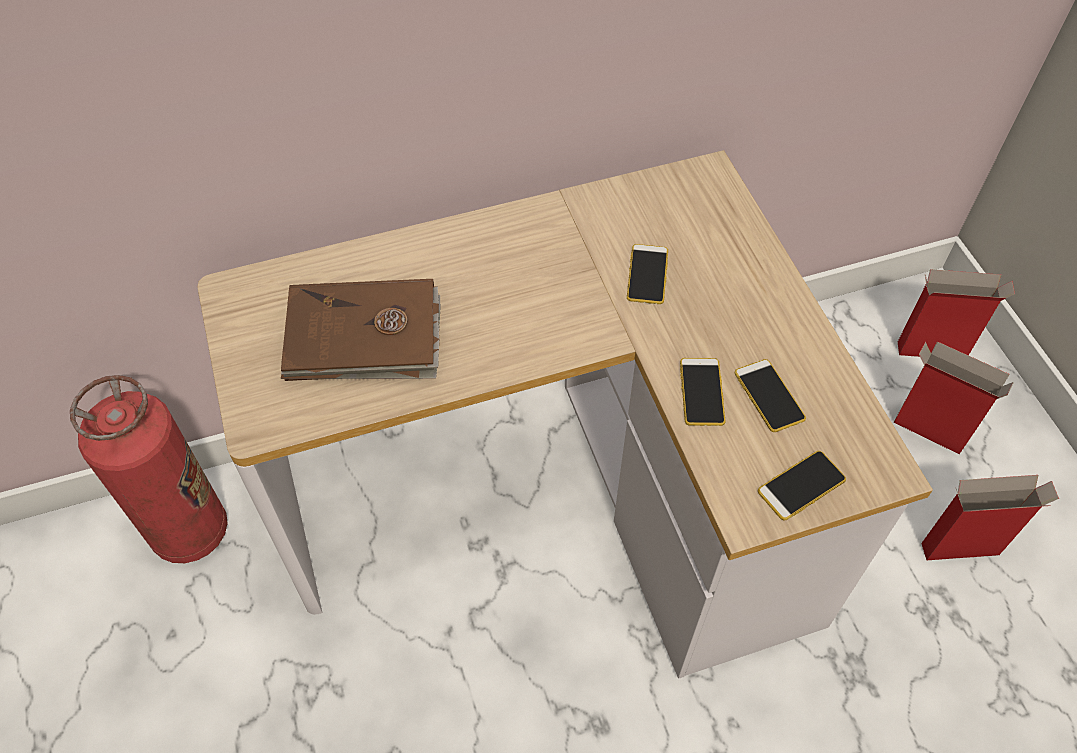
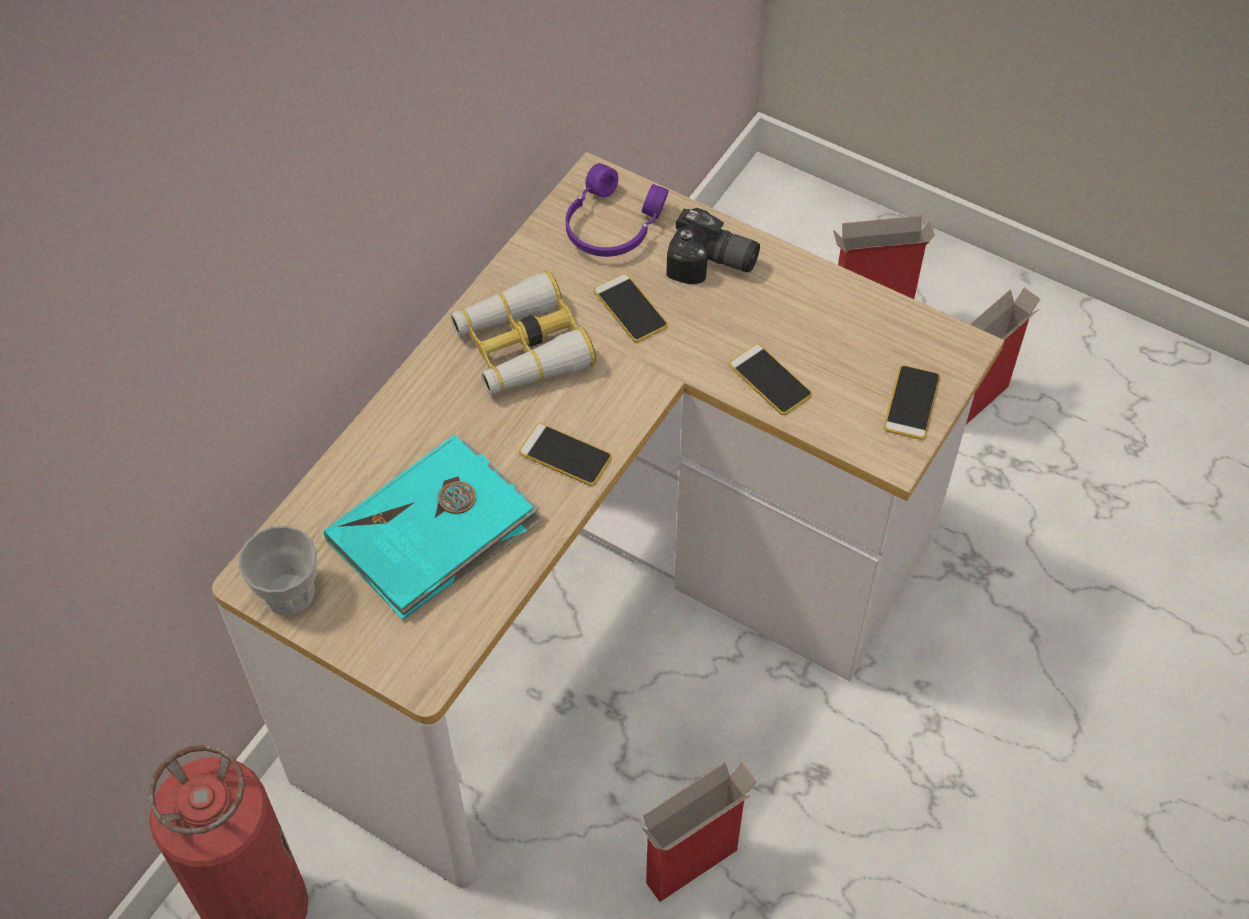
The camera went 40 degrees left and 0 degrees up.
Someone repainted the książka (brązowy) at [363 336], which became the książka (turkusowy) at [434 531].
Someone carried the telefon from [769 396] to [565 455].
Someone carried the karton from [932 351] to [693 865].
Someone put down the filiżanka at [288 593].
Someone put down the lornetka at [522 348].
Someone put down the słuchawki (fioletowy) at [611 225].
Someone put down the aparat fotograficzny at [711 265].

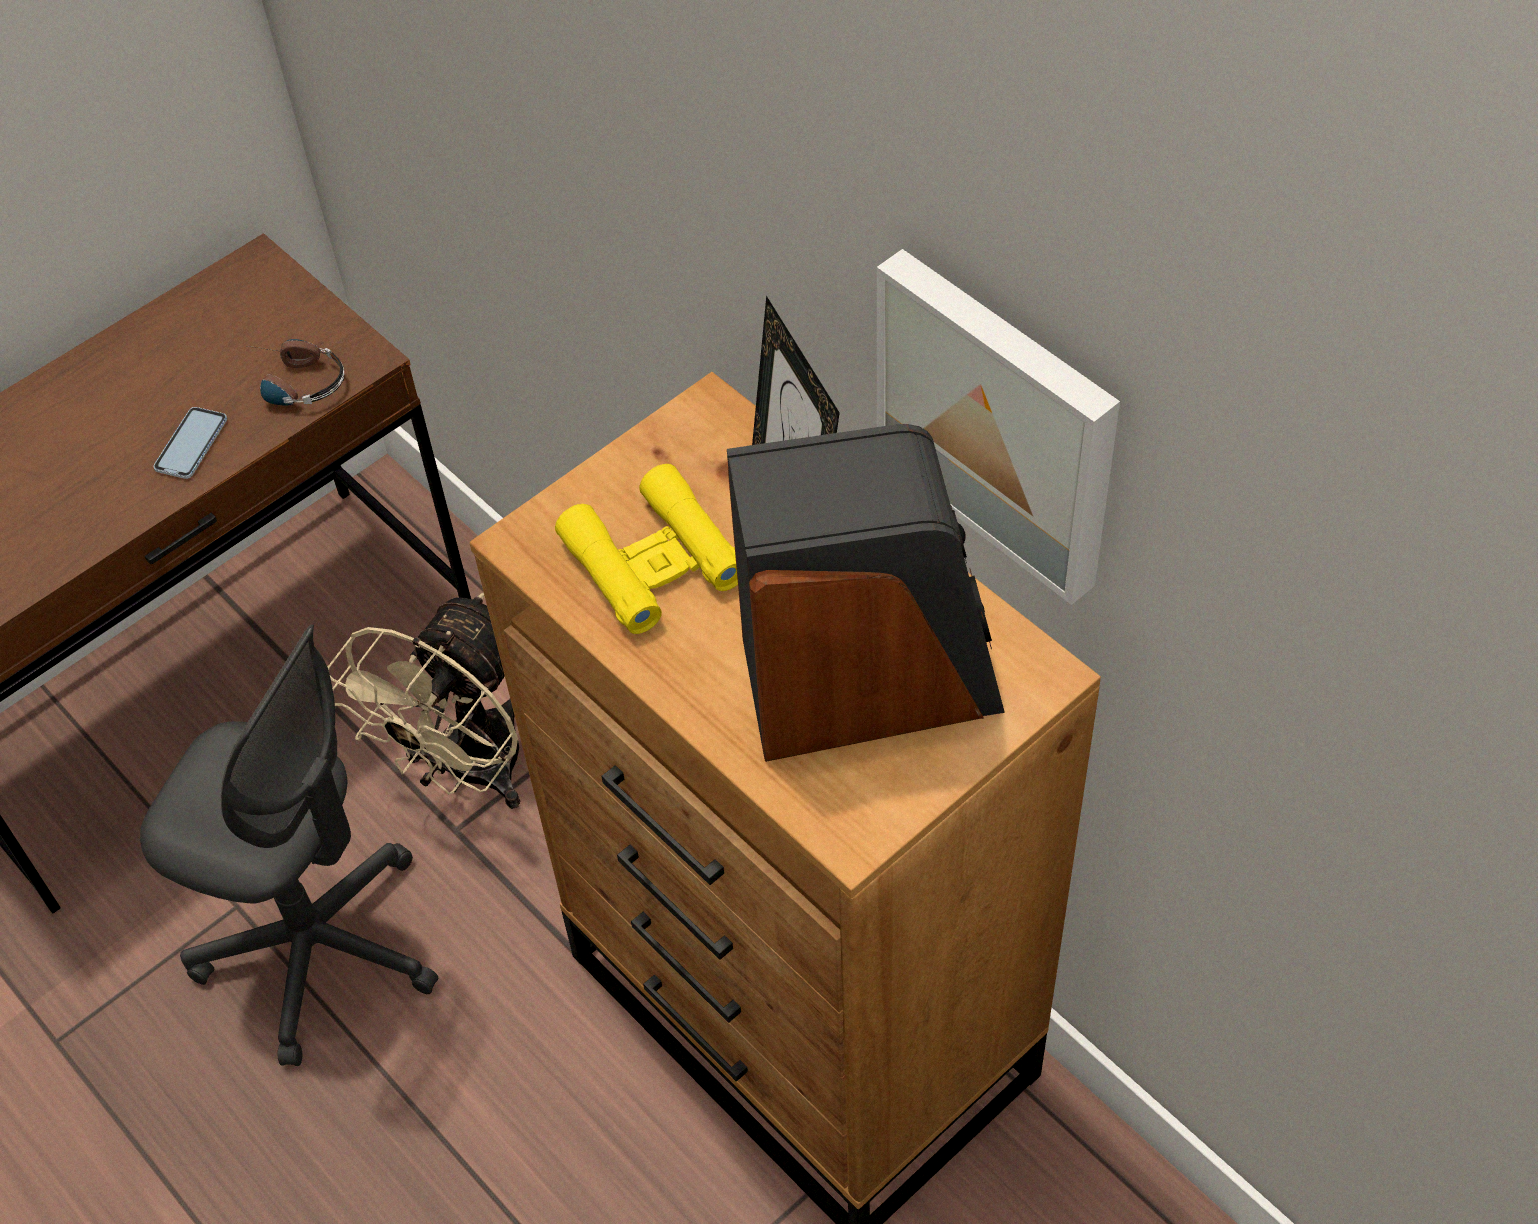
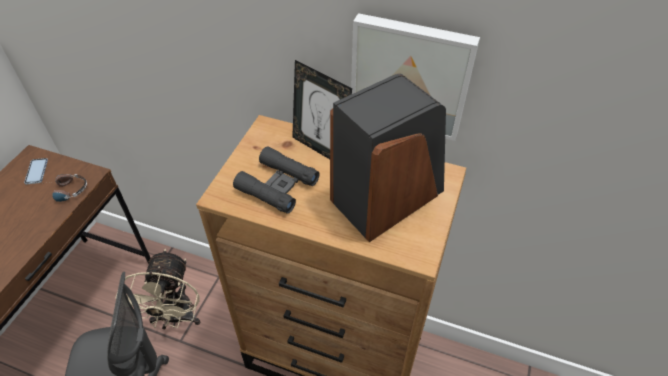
The camera went 30 degrees left and 5 degrees down.
Someone carried the telefon from [191 444] to [36 171].
Someone repainted the lornetka (żółty) at [653 561], which became the lornetka (czarny) at [277 185].

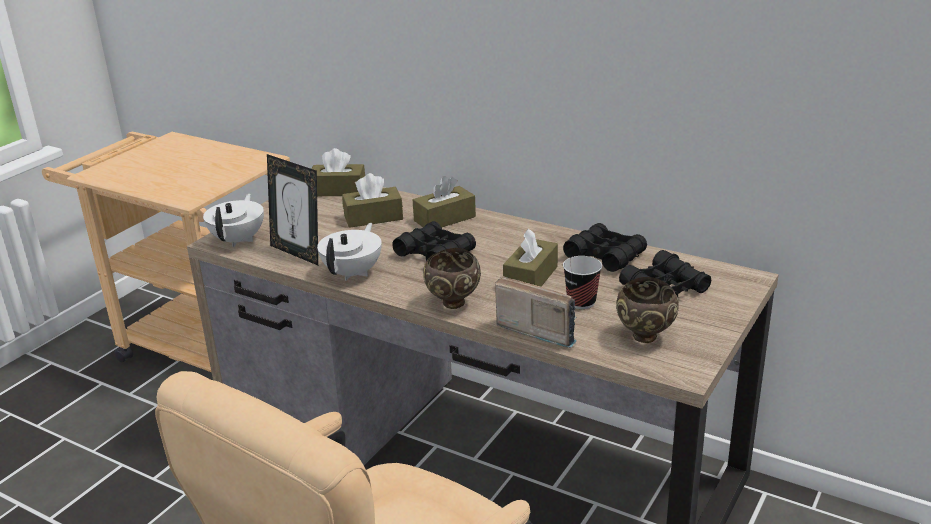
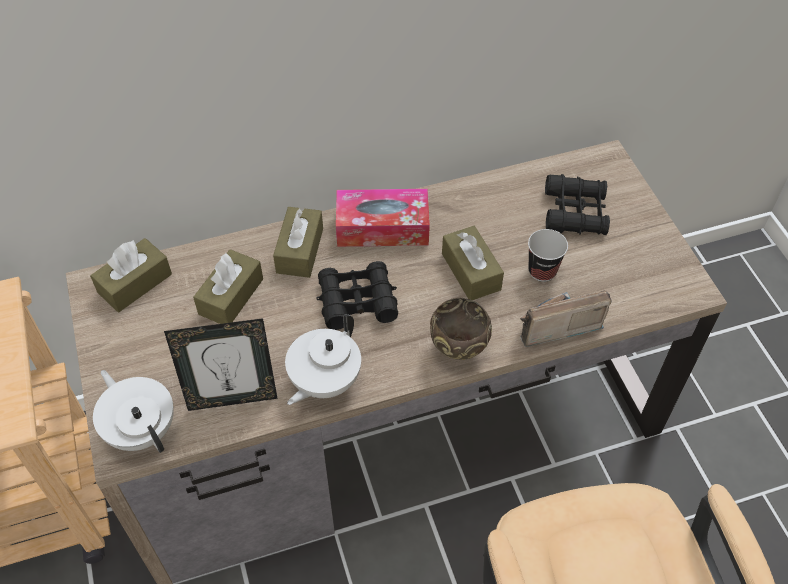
The camera went 50 degrees left and 25 degrees up.
Someone rotated the imbryk (biały) at [353 273] by 120 degrees counterclockwise.
Someone took away the lornetka (czarny) at [605 256].
Someone took away the miska (brązowy) at [645 338].
Someone put down the pudełko chusteczek at [382 227].

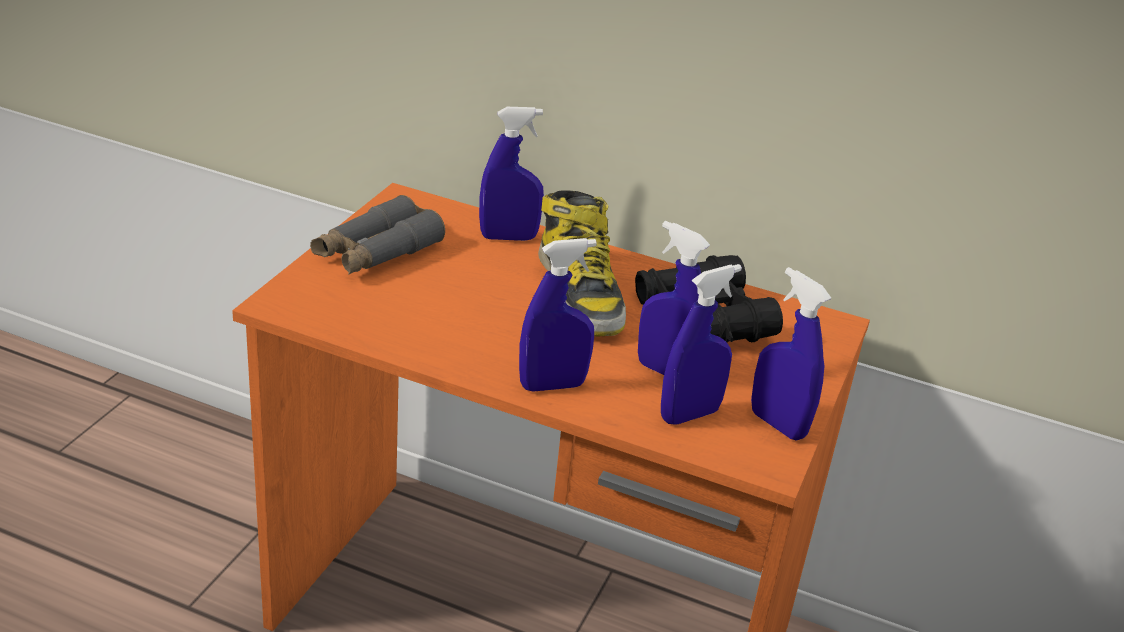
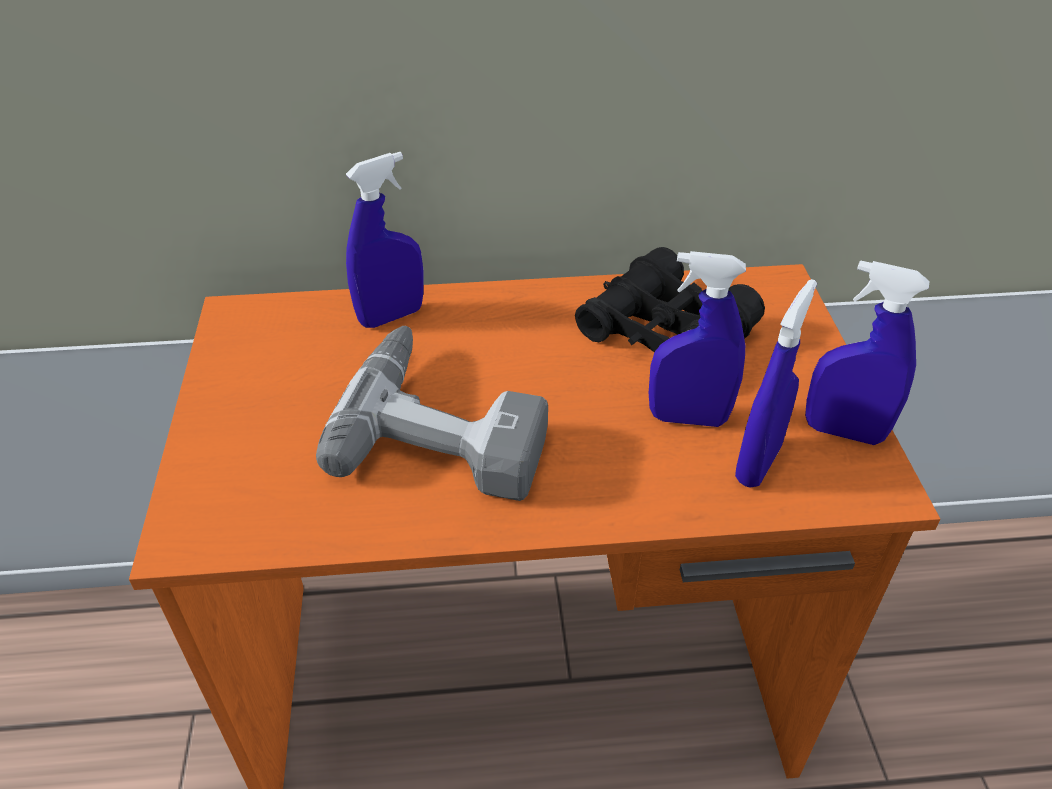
The camera went 25 degrees left and 10 degrees up.
Someone took away the lornetka (szary) at [376 252].
Someone took away the spryskiwacz (niebieski) at [552 385].
Someone took away the but z cholewką at [581 293].
Someone put down the wiertarka at [447 424].

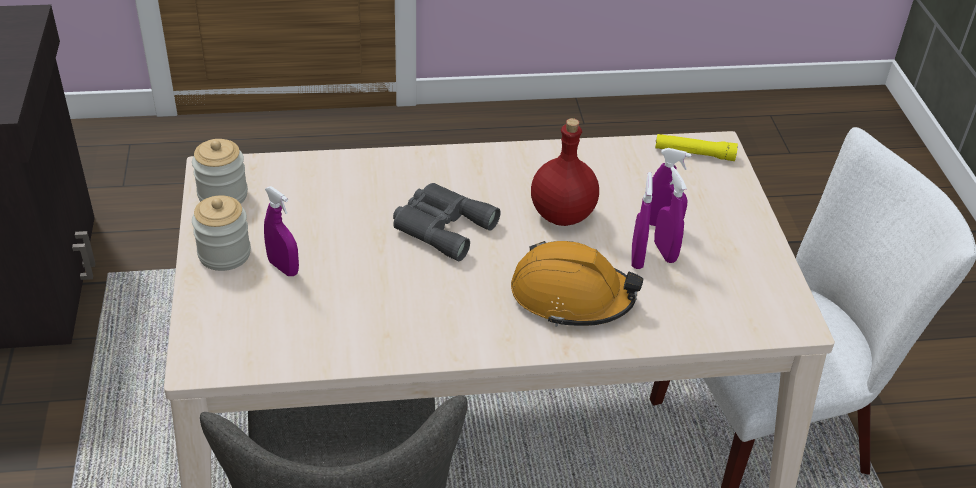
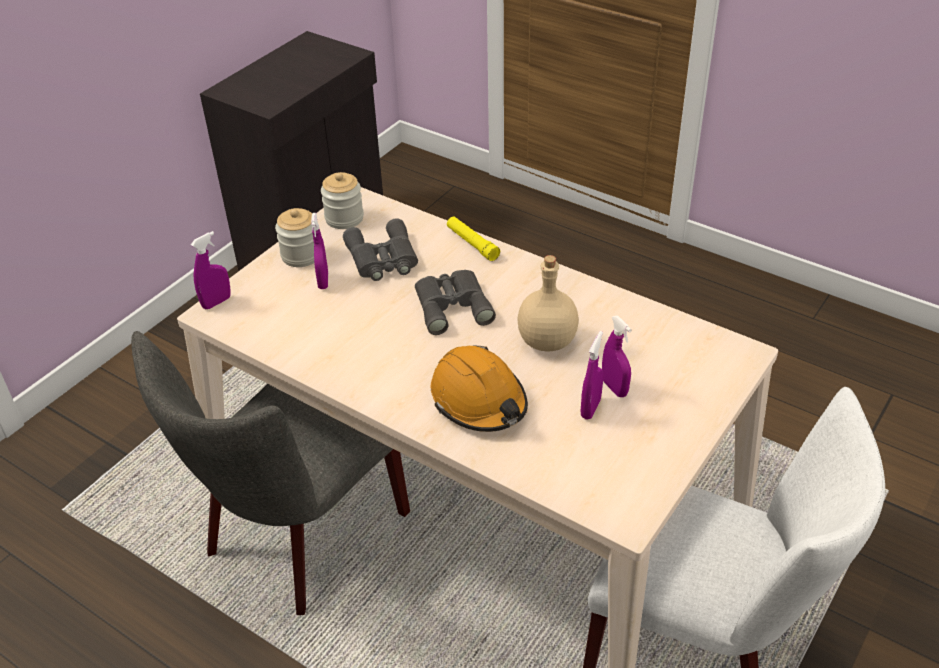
The camera went 45 degrees right and 0 degrees up.
Someone repainted the butelka (czerwony) at [562 216], which became the butelka (beżowy) at [546 342].
Someone carried the spryskiwacz (fioletowy) from [637 258] to [216 302].
Someone carried the latarka (żółty) from [694 153] to [472 244].
Someone put down the lornetka (szary) at [382 259].

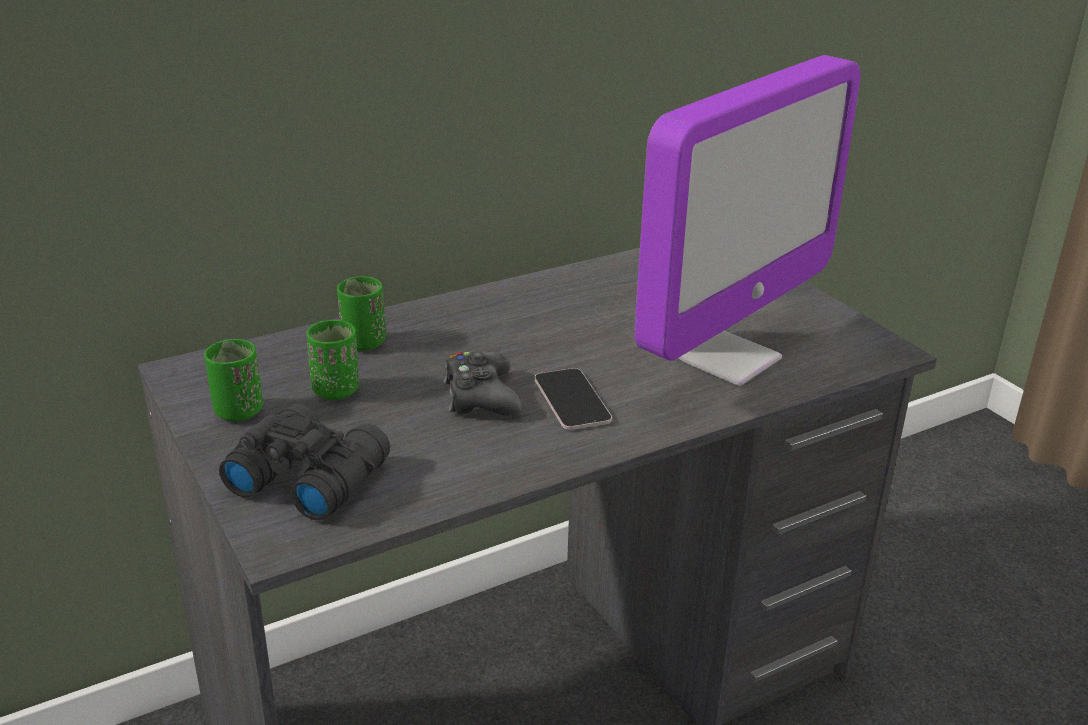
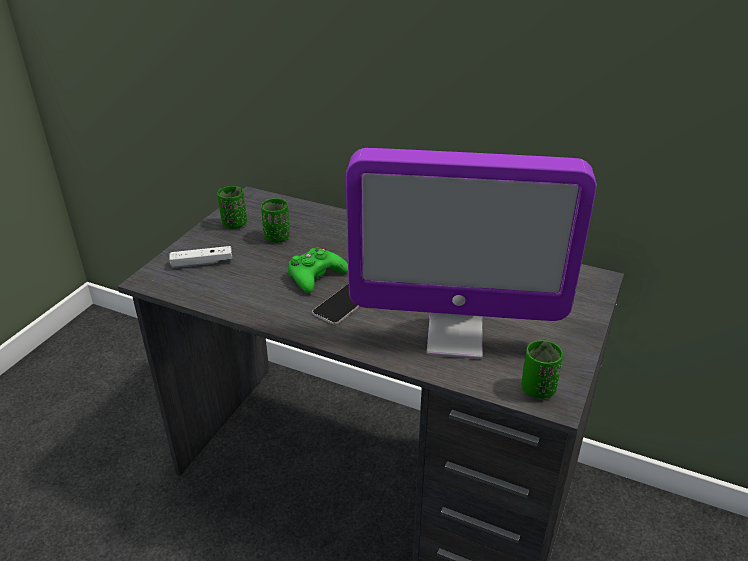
The camera went 55 degrees right and 5 degrees up.
Someone swapped the lornetka (czarny) at [308 476] for the pad do gier (biały) at [202 263].
Someone carried the filiżanka (zielony) from [363 342] to [537 389].
Someone repainted the pad do gier (czarny) at [481 396], which became the pad do gier (zielony) at [315 276].

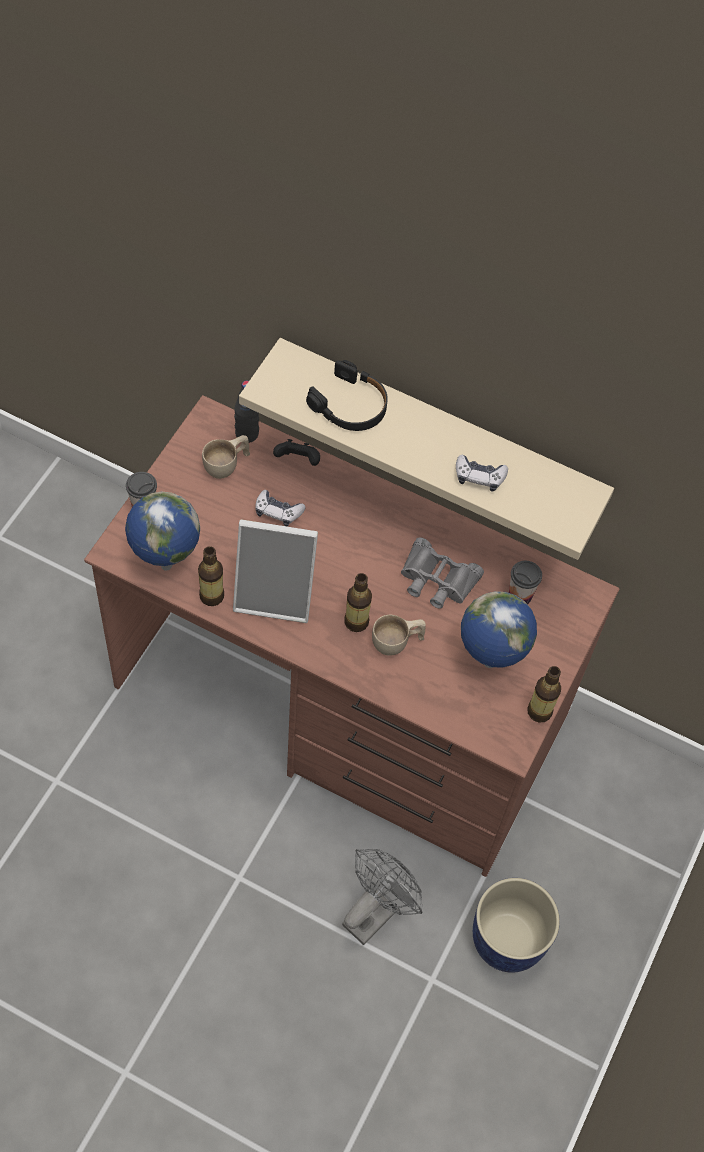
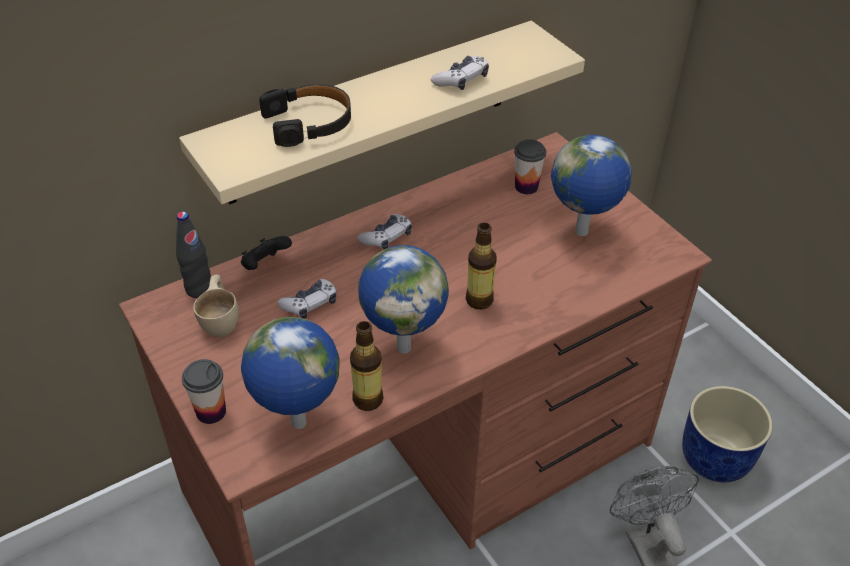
The camera went 55 degrees left and 15 degrees down.
Someone swapped the ramka na zdjęcie at [275 594] for the globus at [404 346].
Someone took away the filiżanka (beżowy) at [397 643].
Someone took away the lornetka (szary) at [437 580].
Someone took away the butelka at [539 711].
Someone put down the pad do gier at [386 237].

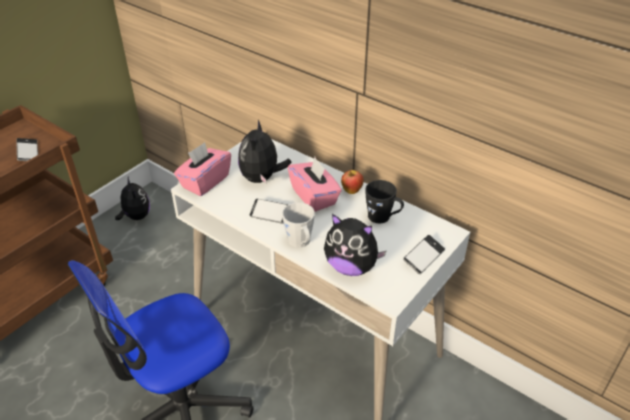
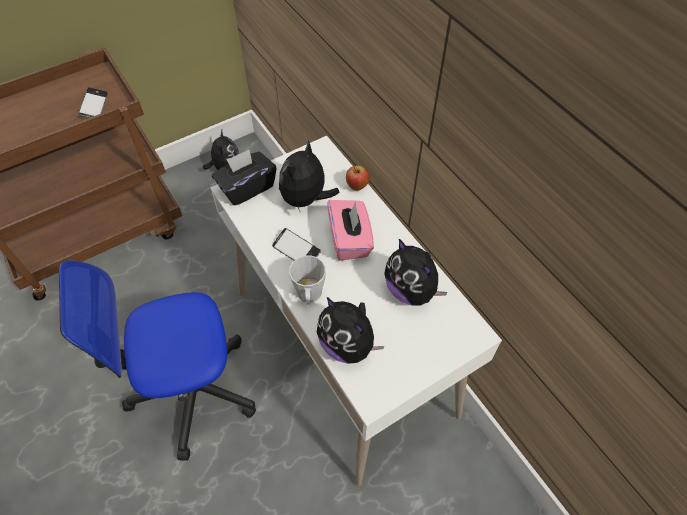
The camera went 20 degrees right and 15 degrees up.
Someone repainted the pudełko chusteczek (różowy) at [205 181], which became the pudełko chusteczek (czarny) at [247 188].
Someone carried the jabłko from [351 191] to [357 186].
Someone swapped the kubek (czarny) at [383 217] for the pluszak at [411 290].
Someone took away the telefon at [423 257].

